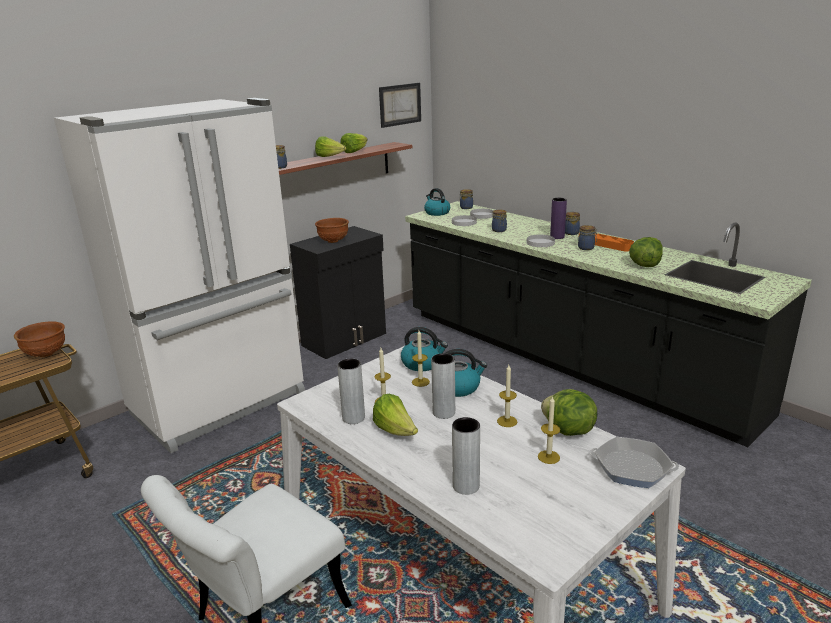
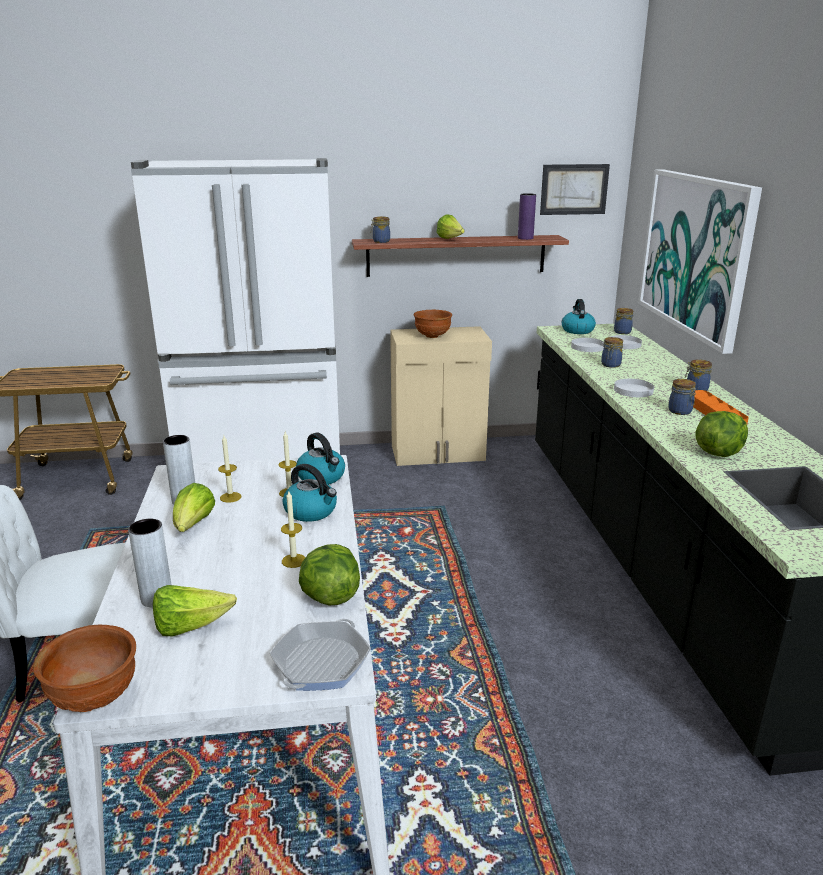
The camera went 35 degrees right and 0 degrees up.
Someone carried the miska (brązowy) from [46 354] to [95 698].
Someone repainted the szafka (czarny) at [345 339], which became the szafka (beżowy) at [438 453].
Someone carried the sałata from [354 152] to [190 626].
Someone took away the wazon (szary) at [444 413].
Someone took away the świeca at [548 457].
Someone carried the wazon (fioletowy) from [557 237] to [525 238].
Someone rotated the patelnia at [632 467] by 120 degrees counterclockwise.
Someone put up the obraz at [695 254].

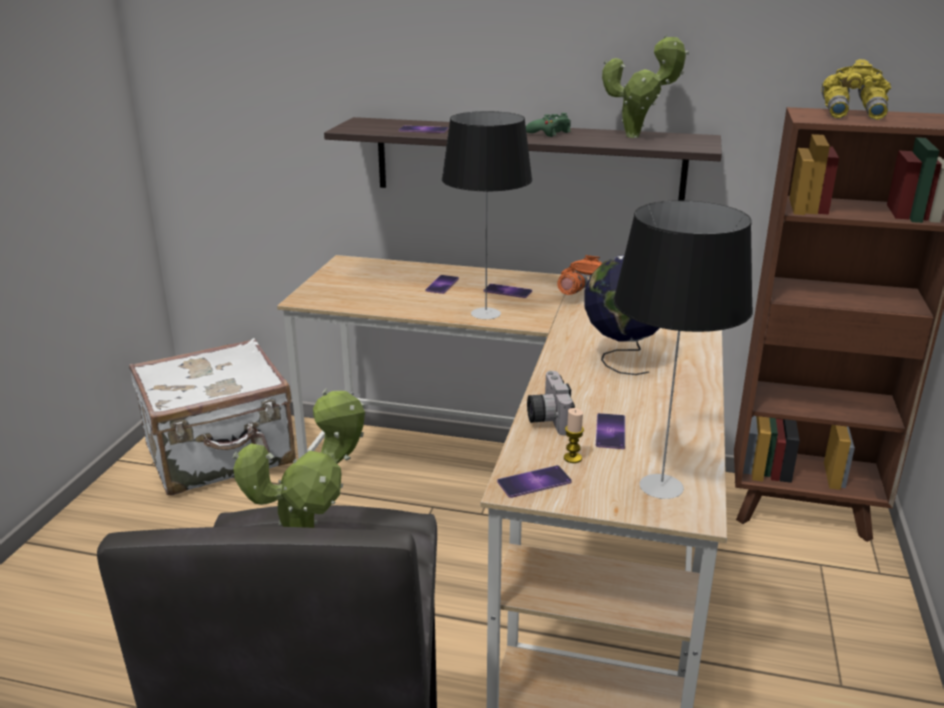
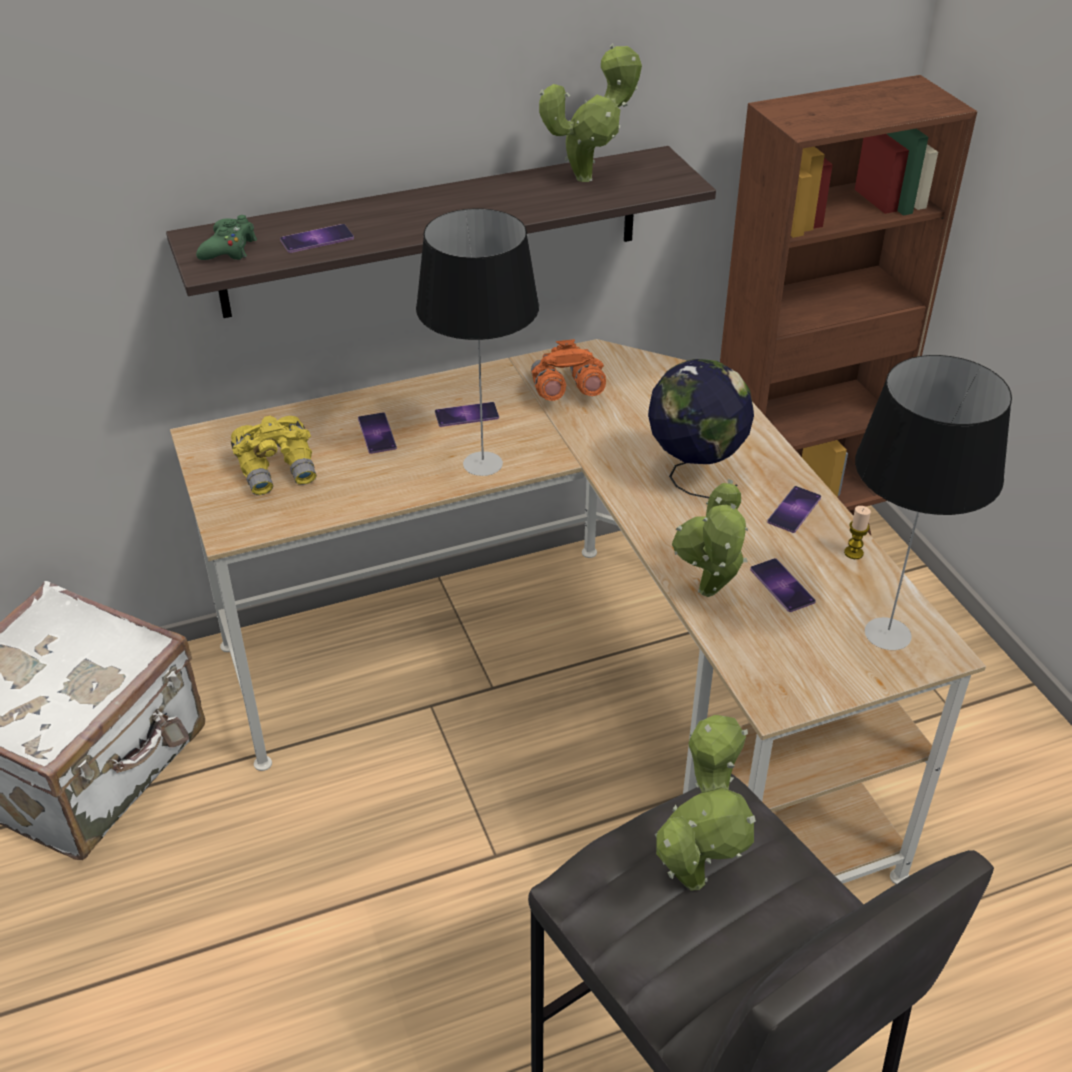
The camera went 35 degrees left and 15 degrees up.
Someone carried the telefon from [534 482] to [794 509].
Someone carried the pad do gier (zielony) from [549 133] to [229 249].
Someone swapped the aparat fotograficzny at [546 418] for the roślina doniczkowa at [709 596].
Someone carried the świeca from [572 458] to [853 553].
Someone carried the lornetka (żółty) from [853 114] to [278 470].

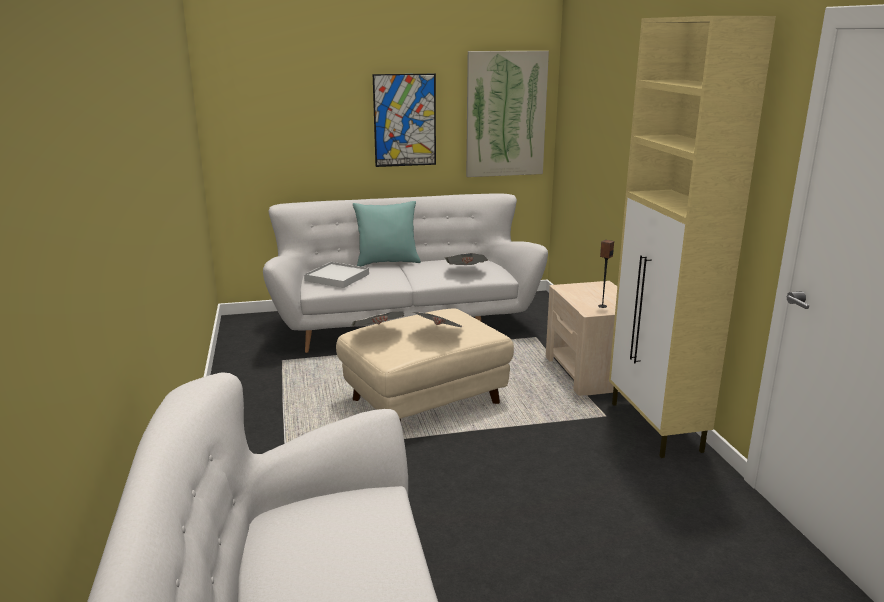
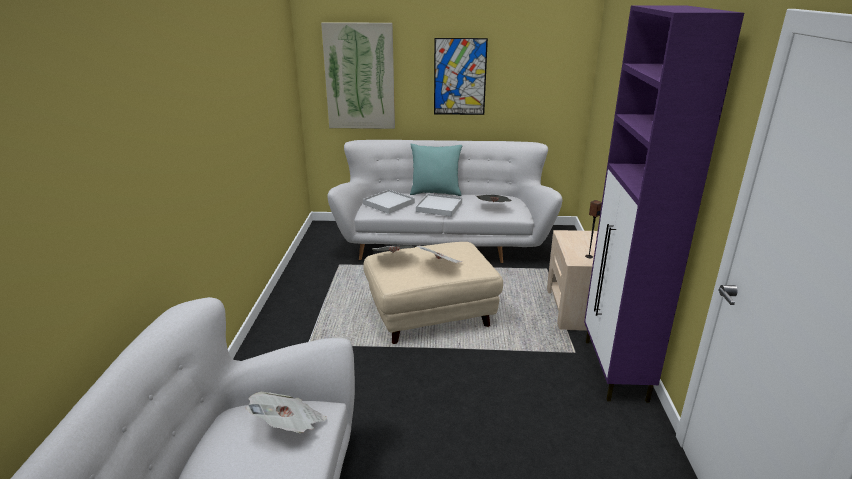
The camera went 15 degrees right and 5 degrees up.
Someone carried the obraz from [505 114] to [359 77].
Someone repainted the szafka (beżowy) at [655 427], which became the szafka (fioletowy) at [615 370].
Someone put down the gazeta at [289 426].
Someone put down the taca (biały) at [439 207].

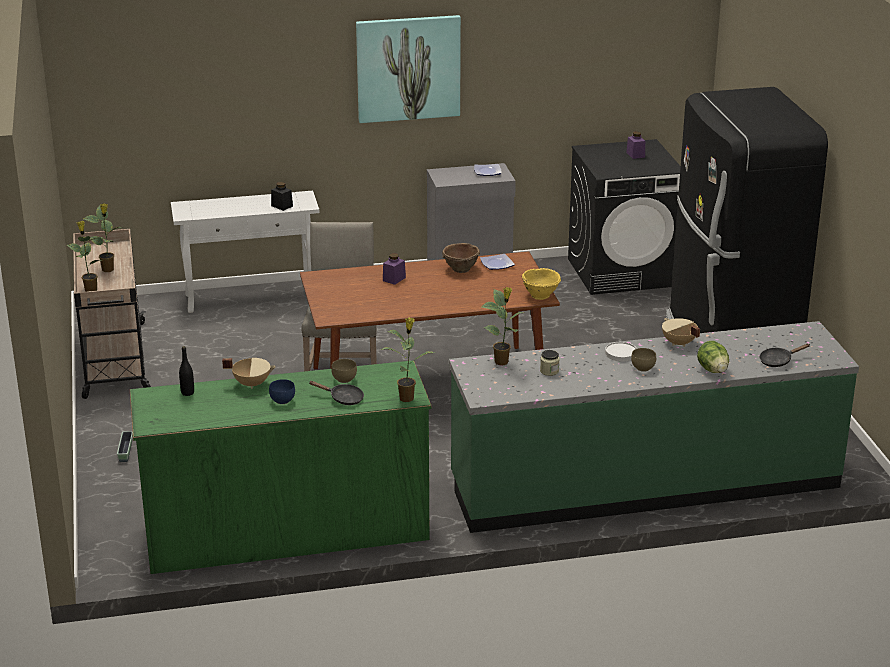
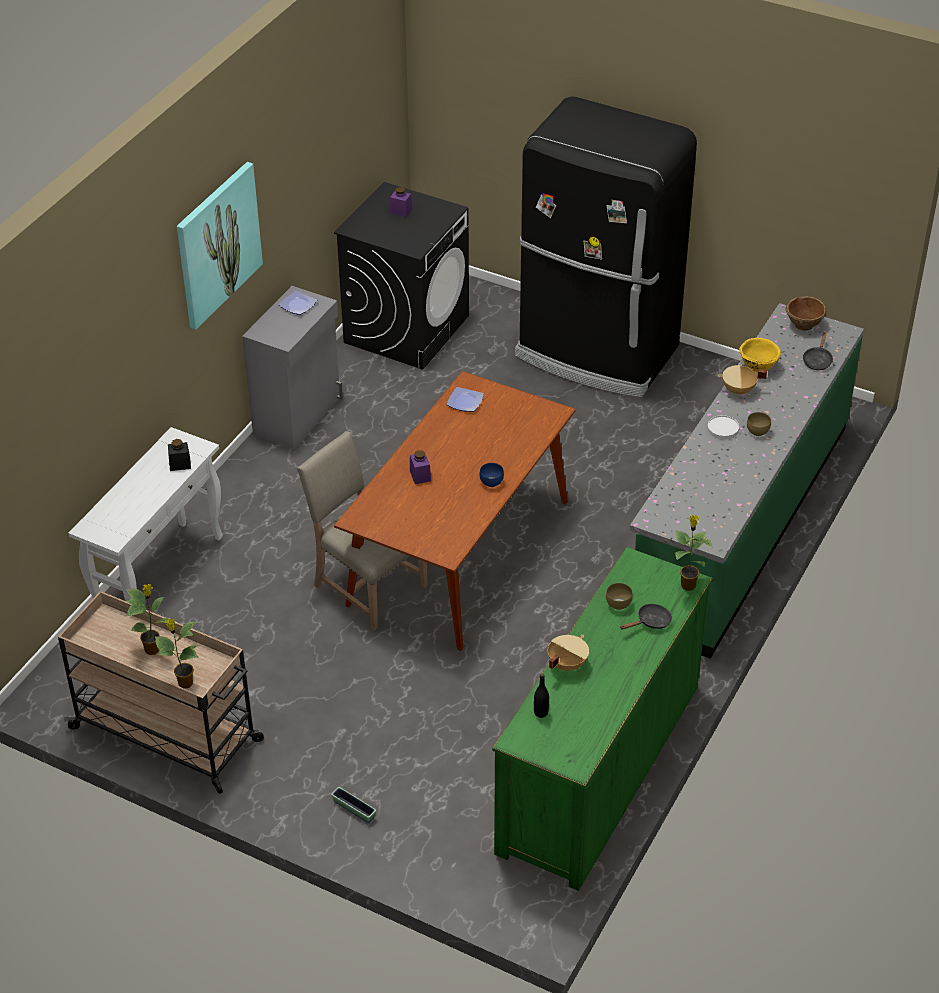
The camera went 50 degrees left and 15 degrees up.
Someone carried the miska (niebieski) from [283 401] to [492 482].
Someone carried the miska (brązowy) from [460 269] to [803 325].
Someone took away the roślina doniczkowa at [502 362].
Someone carried the miska (żółty) from [541 295] to [757 367].
Someone took away the słoik at [549 371].
Someone took away the sałata at [713 370].

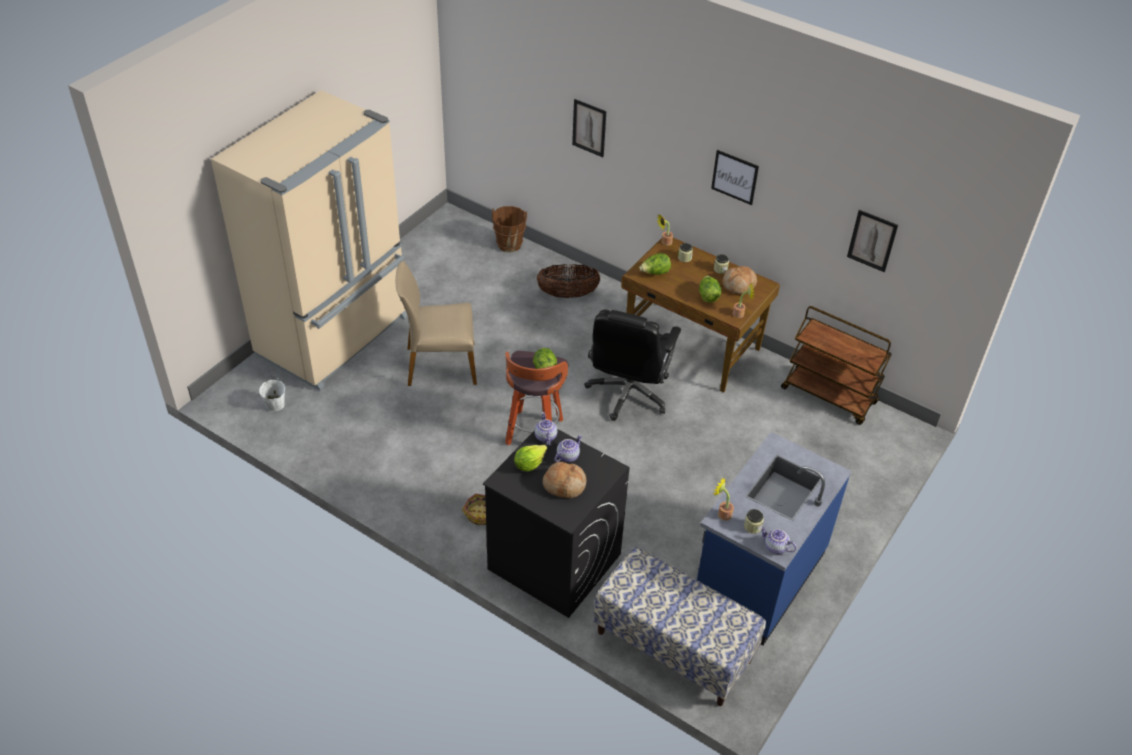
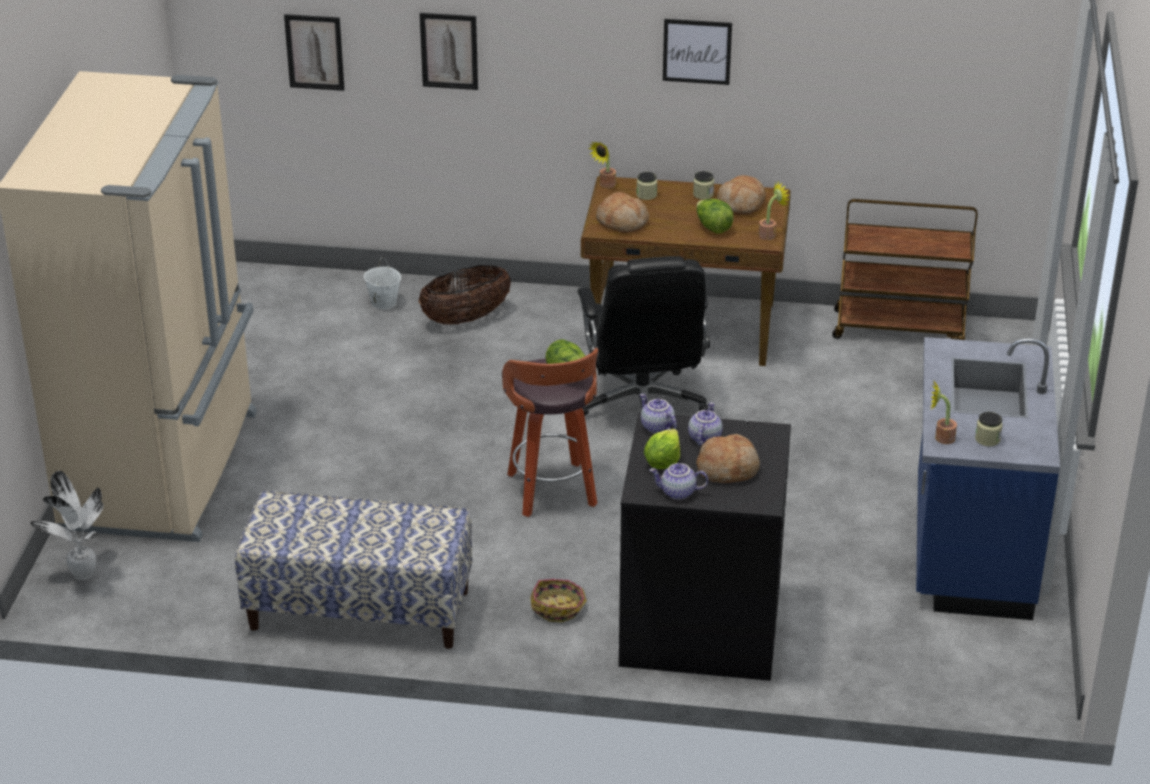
The camera went 25 degrees left and 10 degrees down.
Someone carried the wiadro (biały) from [275 404] to [383 302].
Someone took away the krzesło (beżowy) at [440 364].
Someone took away the wiadro (brązowy) at [509 244].
Someone carried the ławka from [673 647] to [359 610].
Someone swapped the sałata at [655 273] for the chleb at [622 222].
Someone carried the imbryk from [775 547] to [677 493].
Someone carried the obraz from [872 240] to [314 52].
Someone put down the roślina doniczkowa at [82 575].

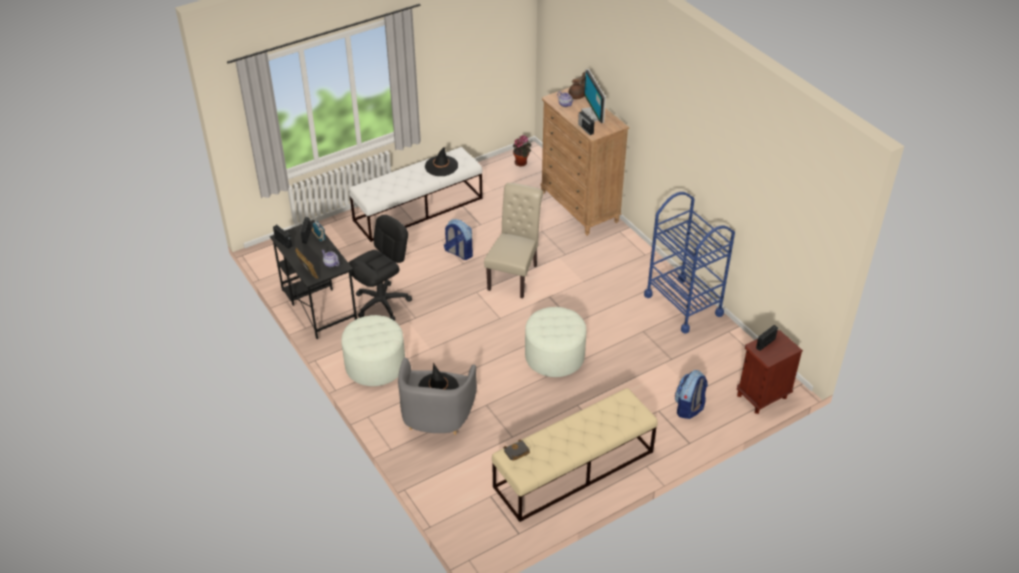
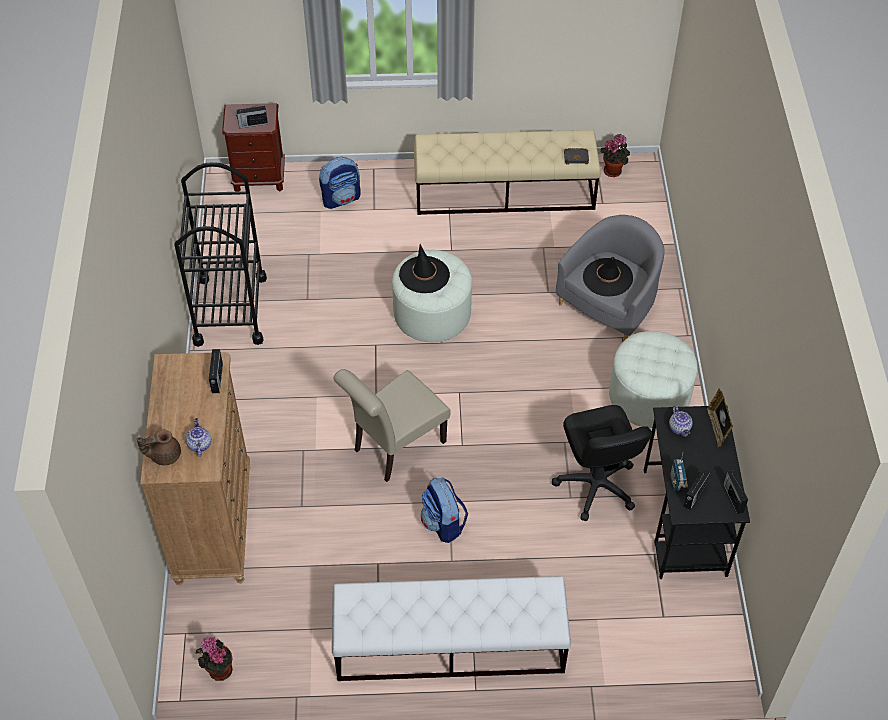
The camera went 150 degrees left and 10 degrees up.
Someone rotated the krzesło biurowe (czarny) at [382 303] by 90 degrees counterclockwise.
Someone carried the kapelusz (czarny) from [441 166] to [424 275].
Someone took away the monitor at [593 114].
Someone repainted the wózek (niebieski) at [683 304], which became the wózek (czarny) at [230 310].
Someone put down the roślina doniczkowa at [614 170].

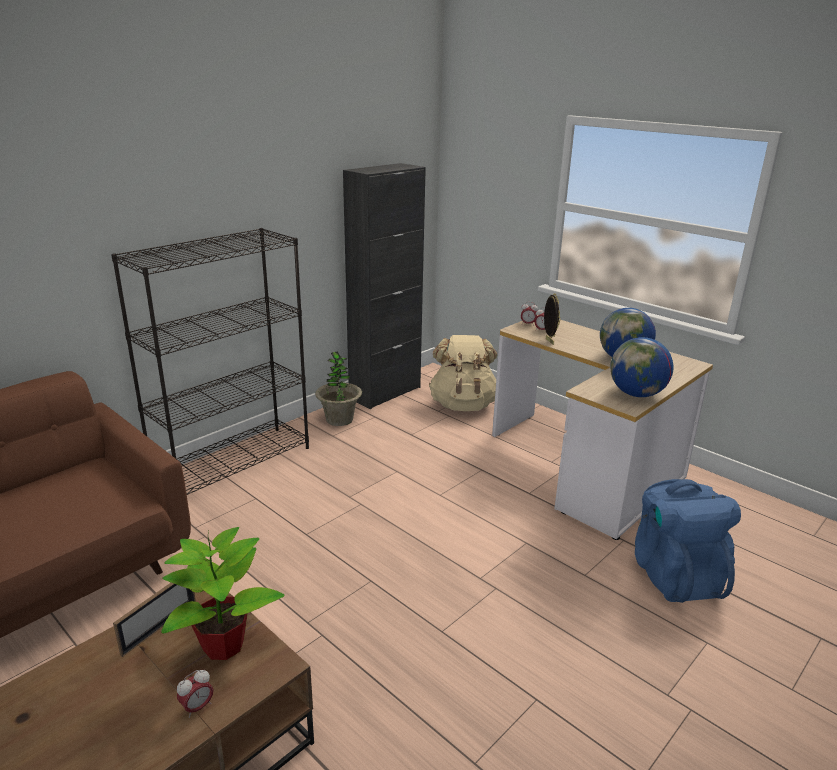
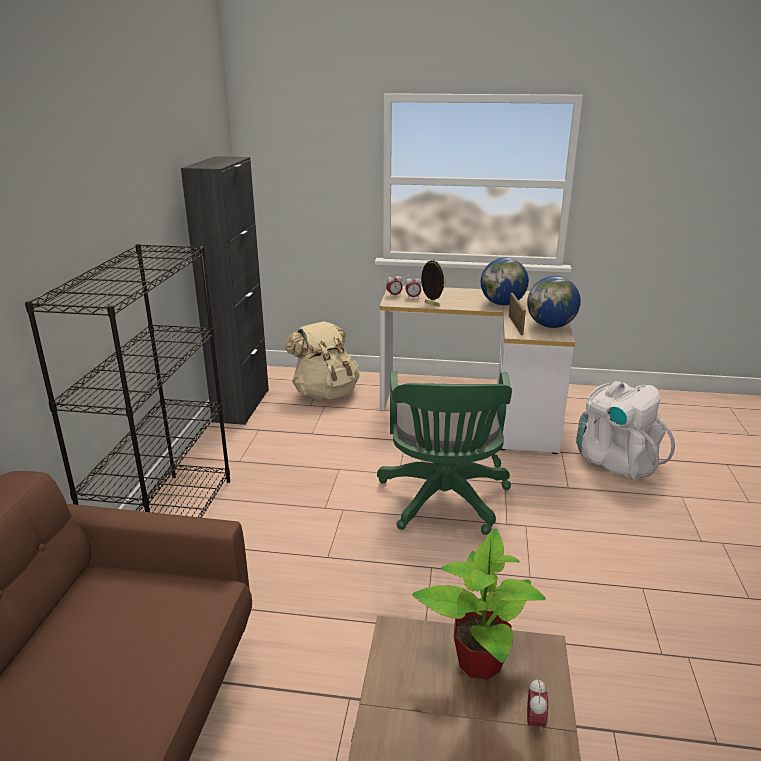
The camera went 35 degrees left and 0 degrees up.
Someone carried the ramka na zdjęcie from [159 627] to [515 325].
Someone took away the roślina doniczkowa at [339 419].
Someone repainted the plecak (niebieski) at [674 574], which became the plecak (biały) at [615 461].
Someone put down the krzesło biurowe (zielony) at [444 502].

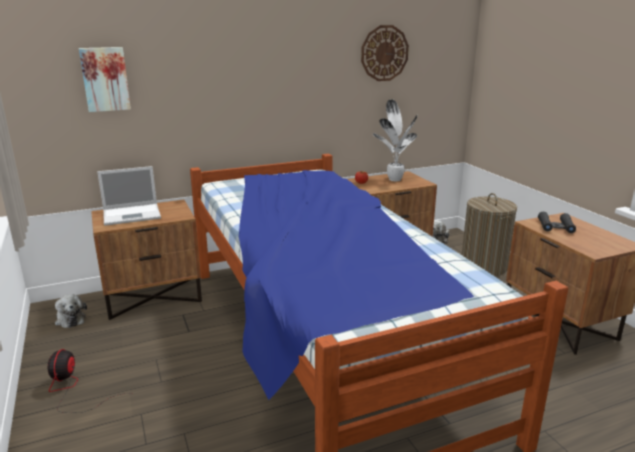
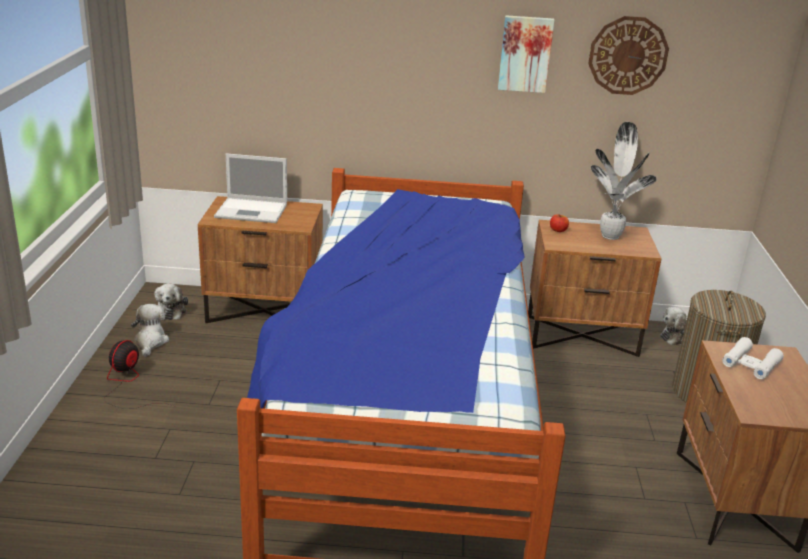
The camera went 25 degrees right and 5 degrees up.
Someone carried the obraz from [105 79] to [525 53].
Someone repainted the lornetka (czarny) at [555 227], which became the lornetka (biały) at [750 364].
Someone put down the pluszak at [150 342].

